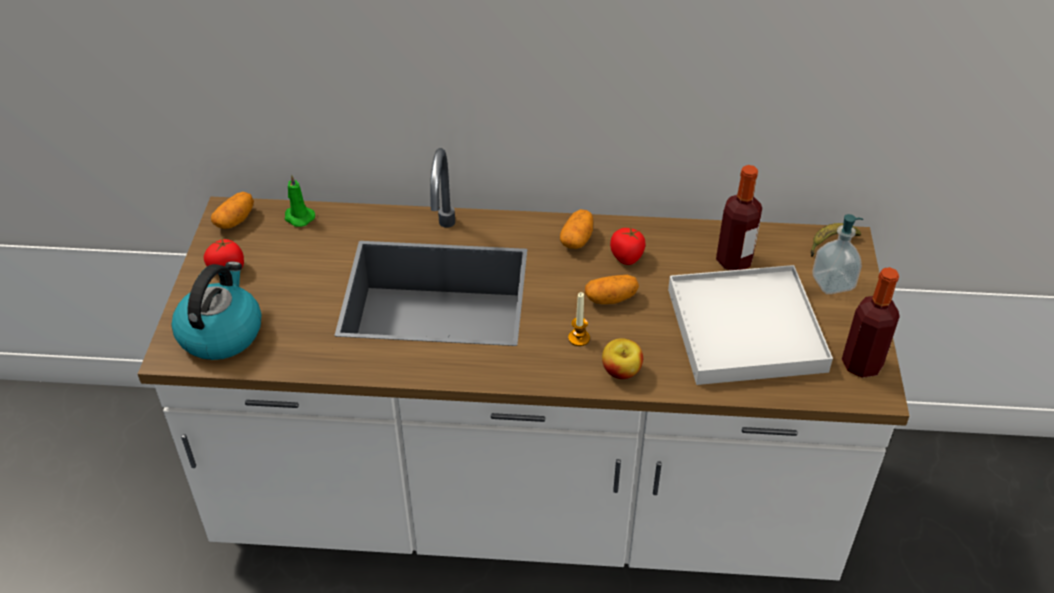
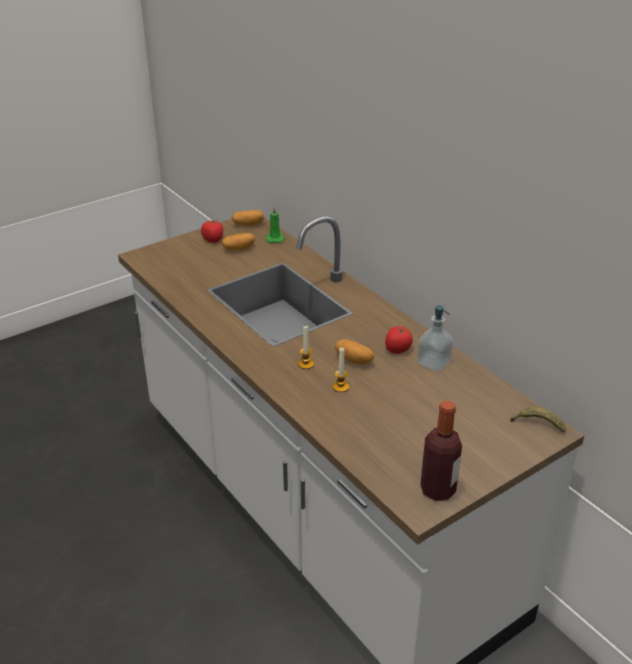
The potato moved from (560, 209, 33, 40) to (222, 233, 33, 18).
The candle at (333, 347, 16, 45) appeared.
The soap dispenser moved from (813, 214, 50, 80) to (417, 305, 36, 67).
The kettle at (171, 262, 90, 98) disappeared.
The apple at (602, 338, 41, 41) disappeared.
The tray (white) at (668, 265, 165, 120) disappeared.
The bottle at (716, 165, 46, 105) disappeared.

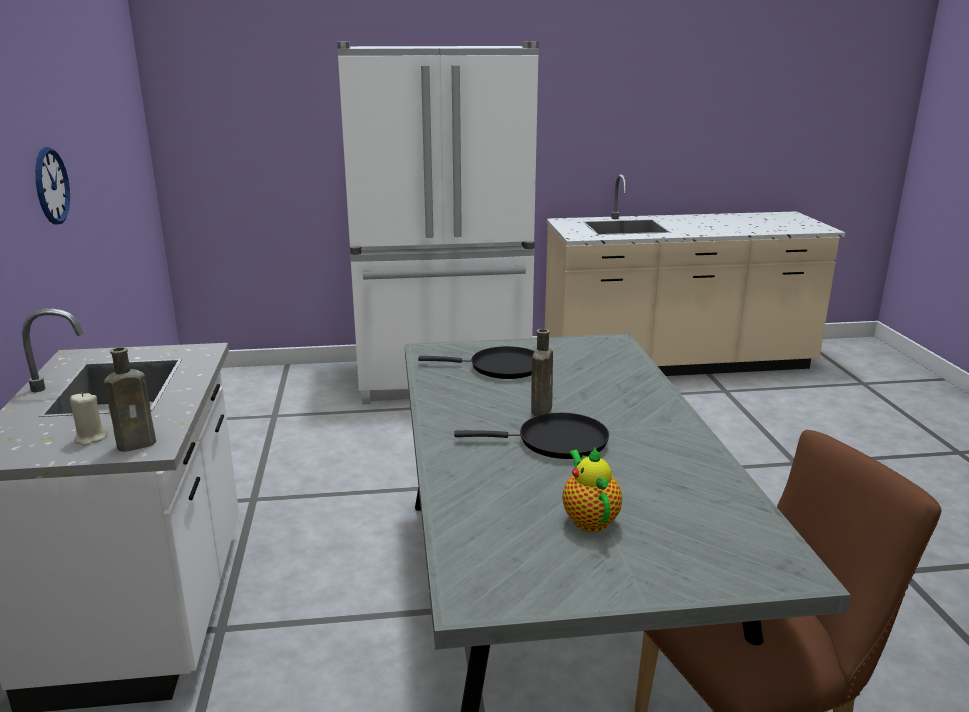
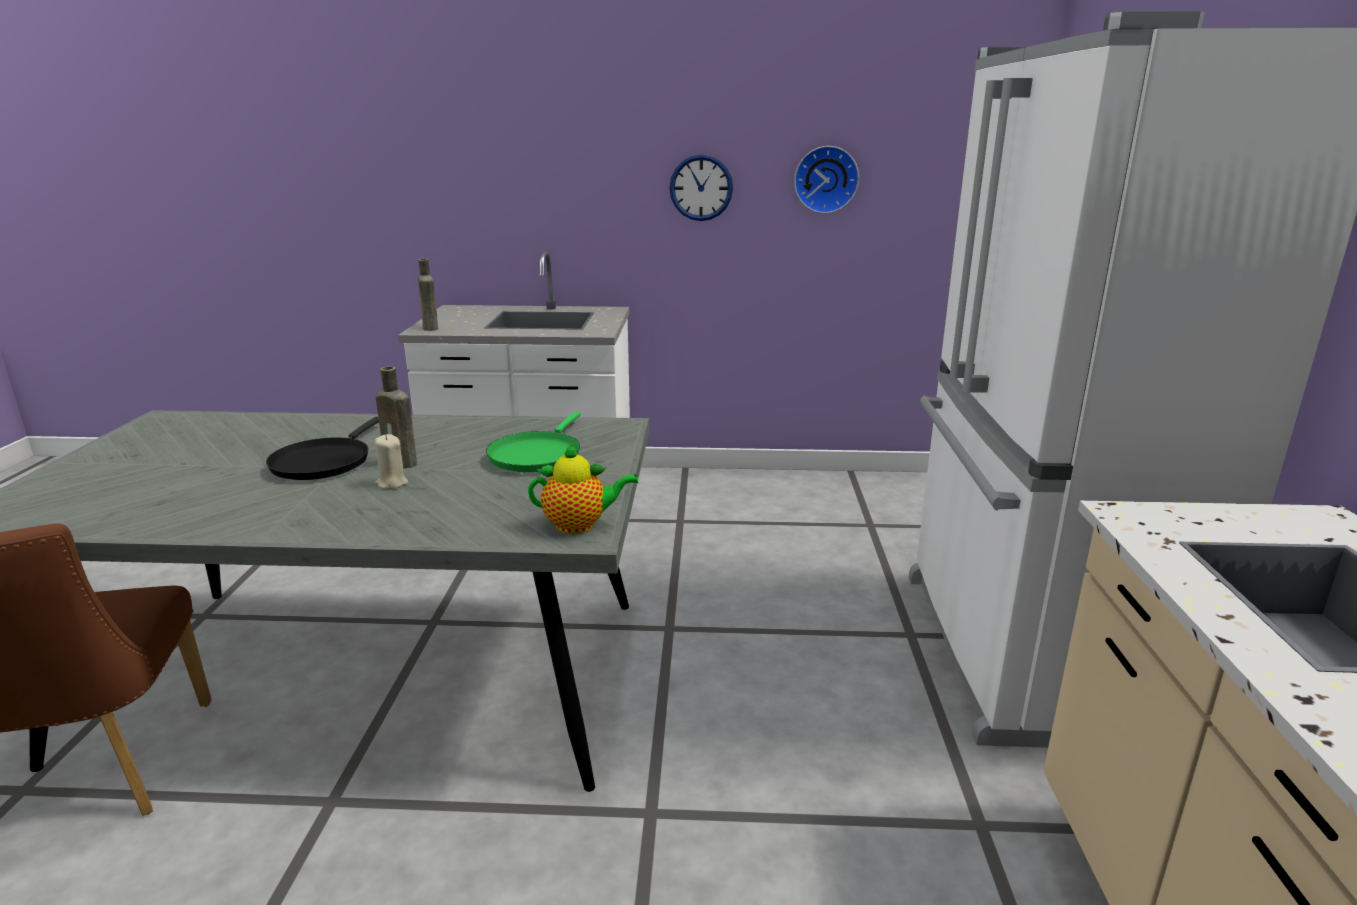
The candle (beige) moved from (70, 392, 38, 54) to (374, 434, 34, 55).
The frying pan (black) at (418, 346, 116, 33) became the frying pan (green) at (486, 412, 95, 60).
The teapot moved from (562, 447, 60, 85) to (528, 444, 110, 90).
The wall clock at (794, 146, 65, 68) appeared.

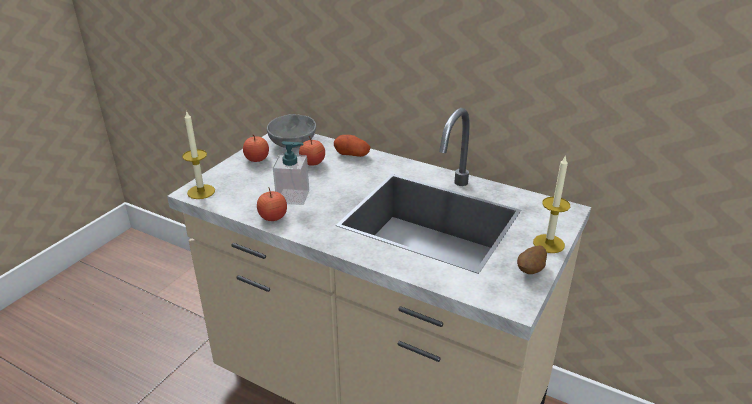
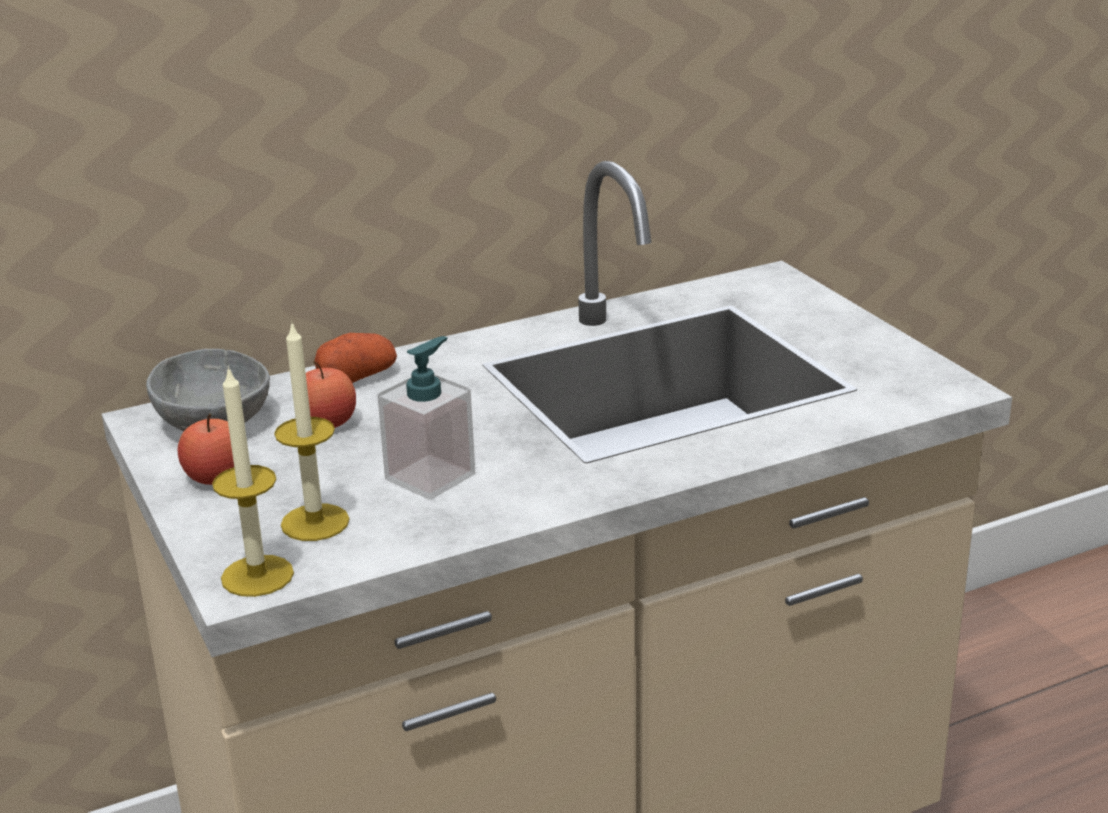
The candle moved from (533, 155, 37, 98) to (274, 321, 75, 220).
The apple at (257, 187, 30, 34) disappeared.
The potato at (517, 246, 30, 28) disappeared.

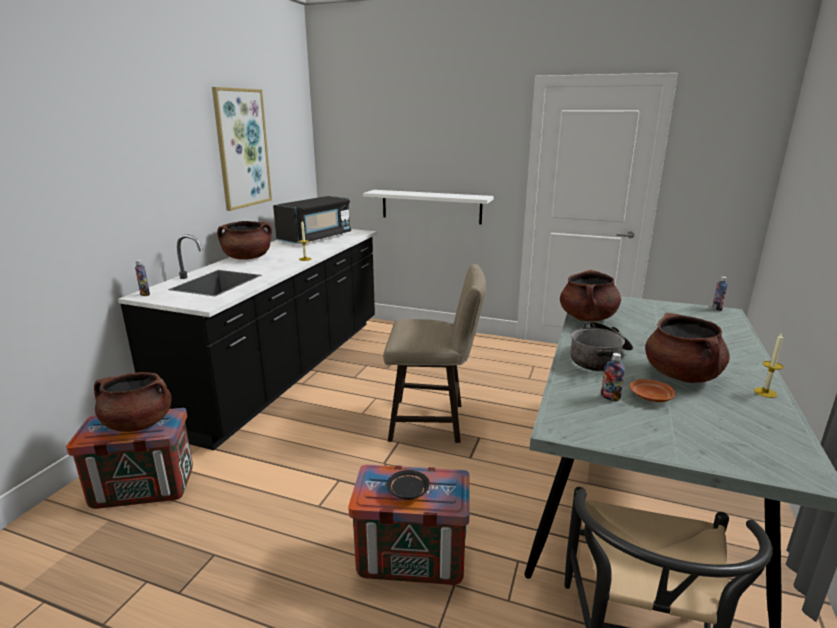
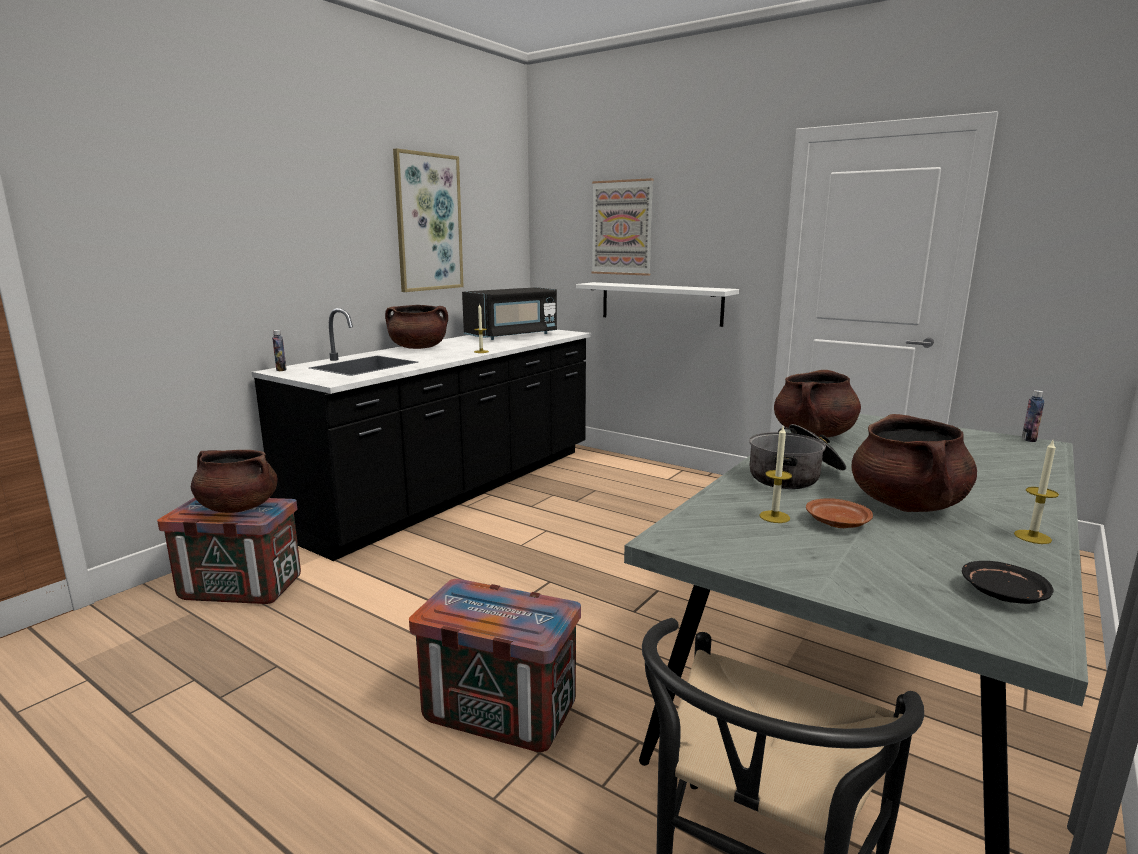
The picture at (592, 178, 62, 98) appeared.
The bottle at (601, 353, 24, 48) was replaced by the candle at (759, 426, 33, 97).
The plate (black) moved from (387, 470, 42, 29) to (962, 561, 91, 43).
The stool (beige) at (383, 264, 103, 179) disappeared.

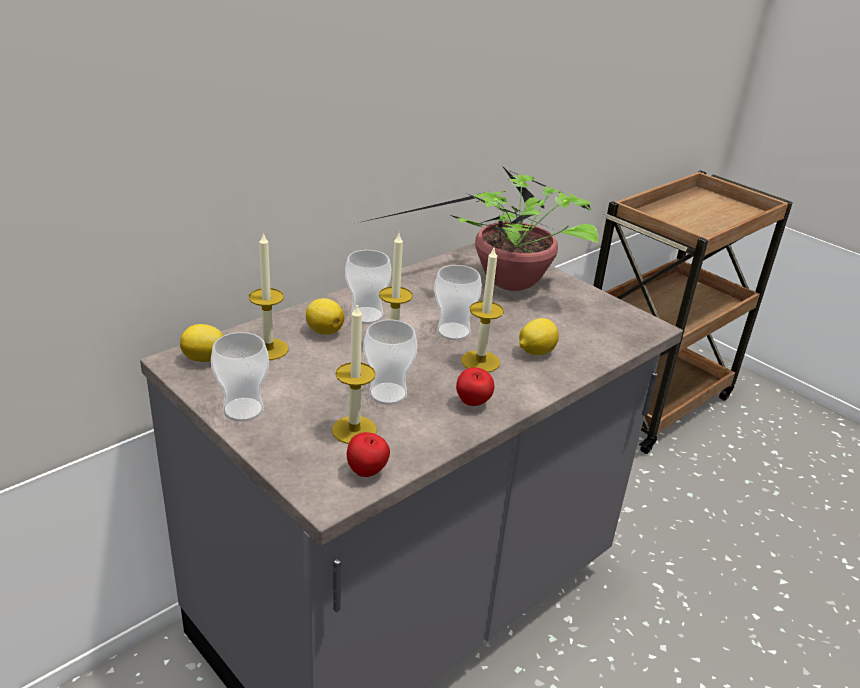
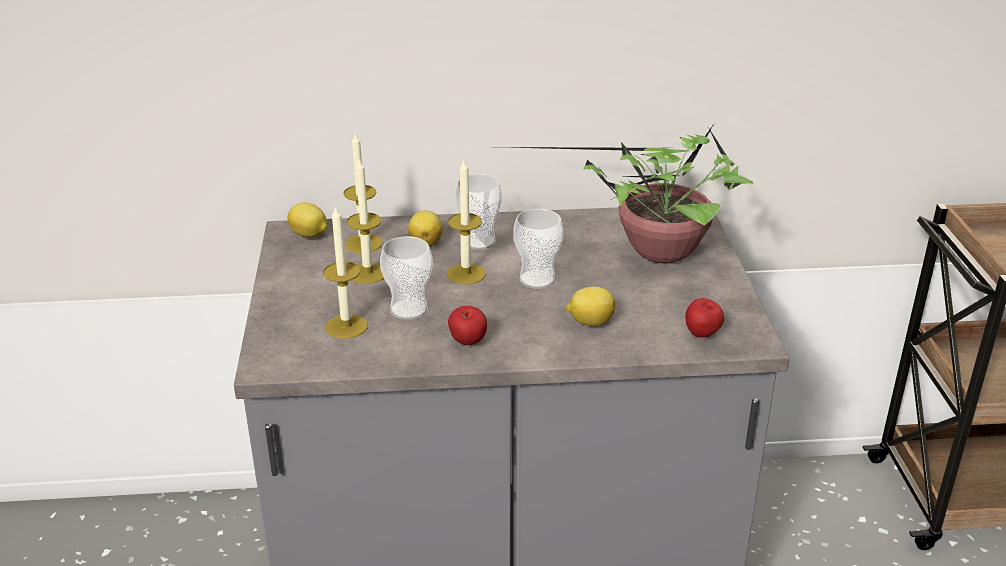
The candle moved from (461, 248, 43, 124) to (347, 158, 37, 126).
The apple moved from (347, 432, 43, 45) to (685, 298, 39, 40).
The cup at (211, 332, 58, 90) disappeared.

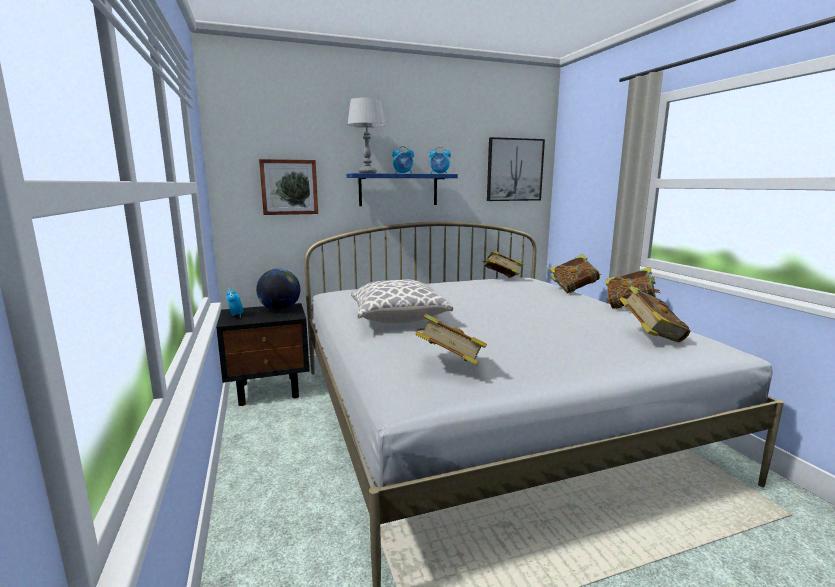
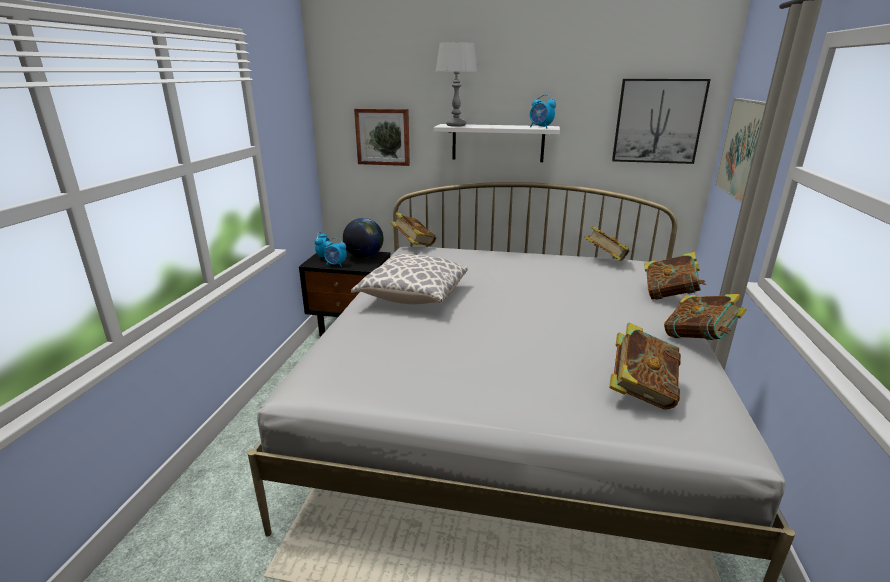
The alarm clock moved from (392, 146, 22, 28) to (324, 238, 23, 29).
The book moved from (415, 314, 72, 51) to (390, 212, 46, 34).
The shelf (blue) at (347, 173, 111, 33) became the shelf (white) at (434, 124, 126, 38).
The picture at (715, 98, 51, 105) appeared.

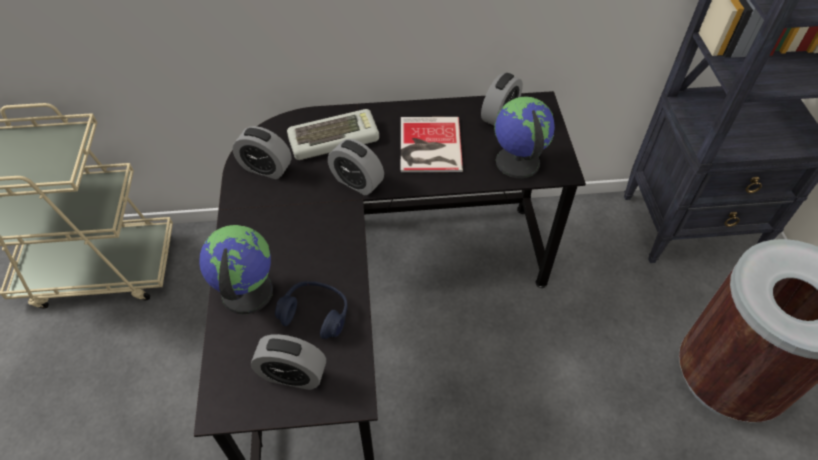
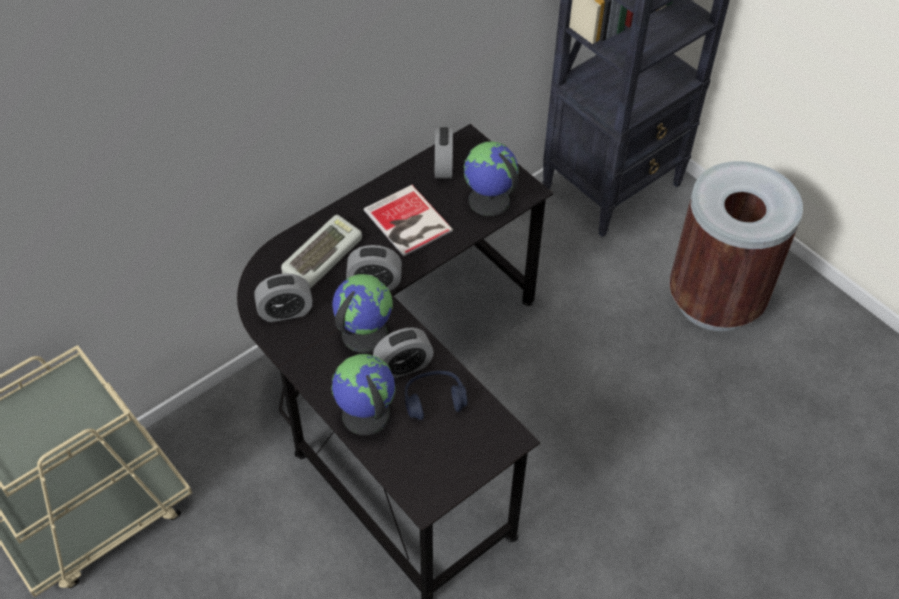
The globe at (332, 274, 61, 79) appeared.
The alarm clock moved from (251, 334, 75, 56) to (373, 327, 61, 52).

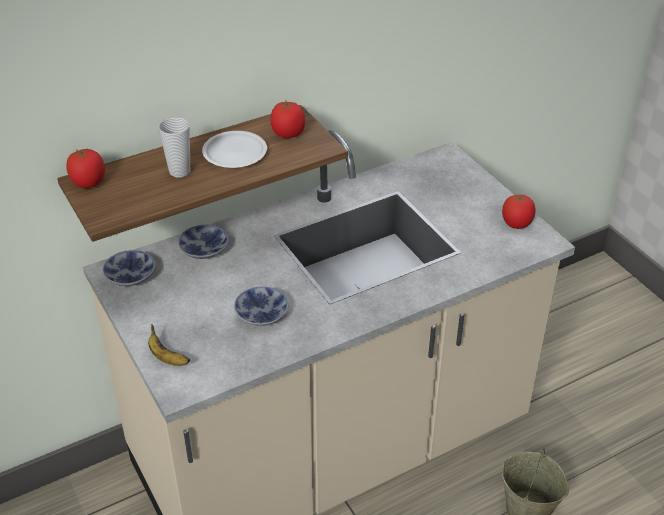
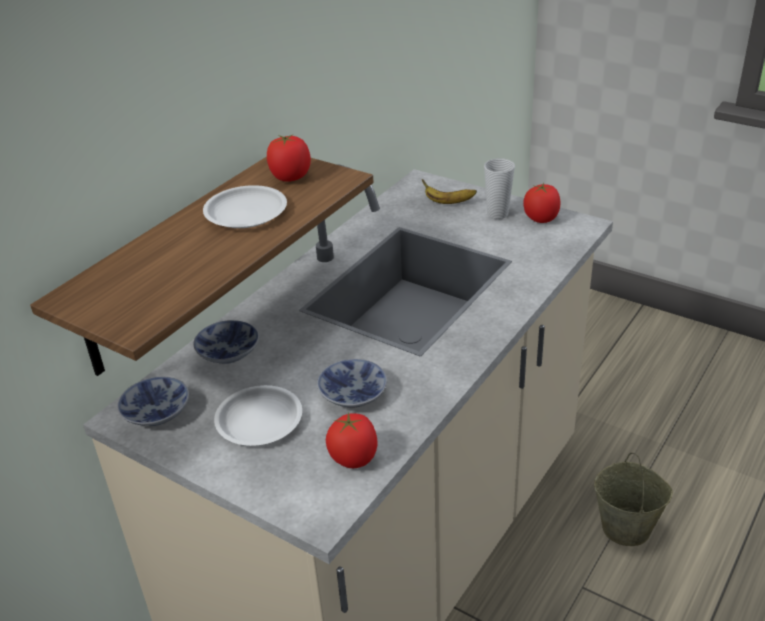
The plate (white) at (214, 385, 88, 61) appeared.
The tomato moved from (66, 147, 39, 41) to (326, 412, 52, 56).
The banana moved from (148, 324, 42, 42) to (422, 179, 55, 25).
The cup moved from (158, 117, 32, 61) to (484, 158, 31, 61).

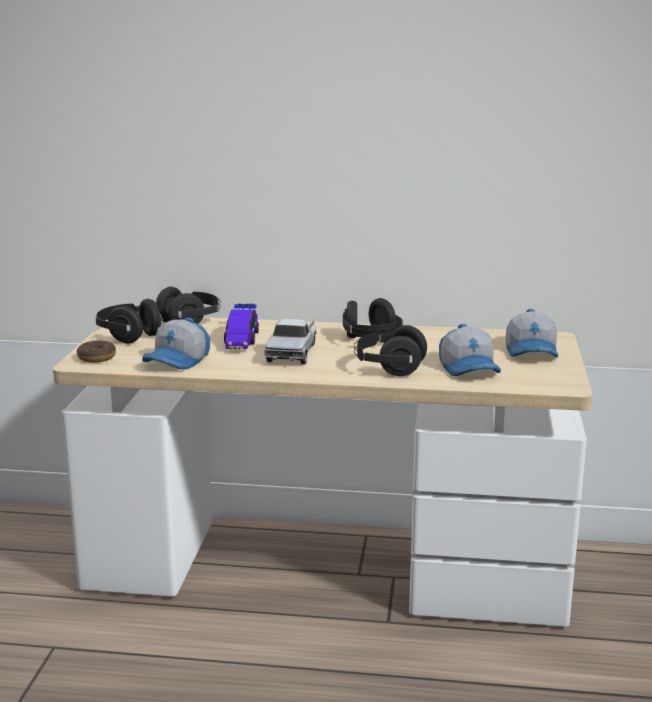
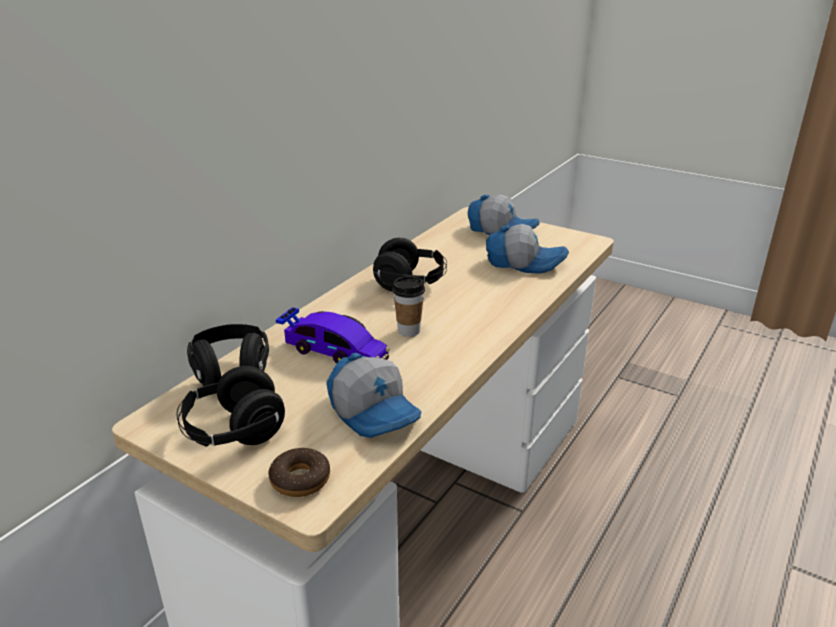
The toy truck at (264, 317, 52, 47) was replaced by the cup at (393, 276, 32, 61).
The headphones (black) at (354, 325, 73, 51) disappeared.

